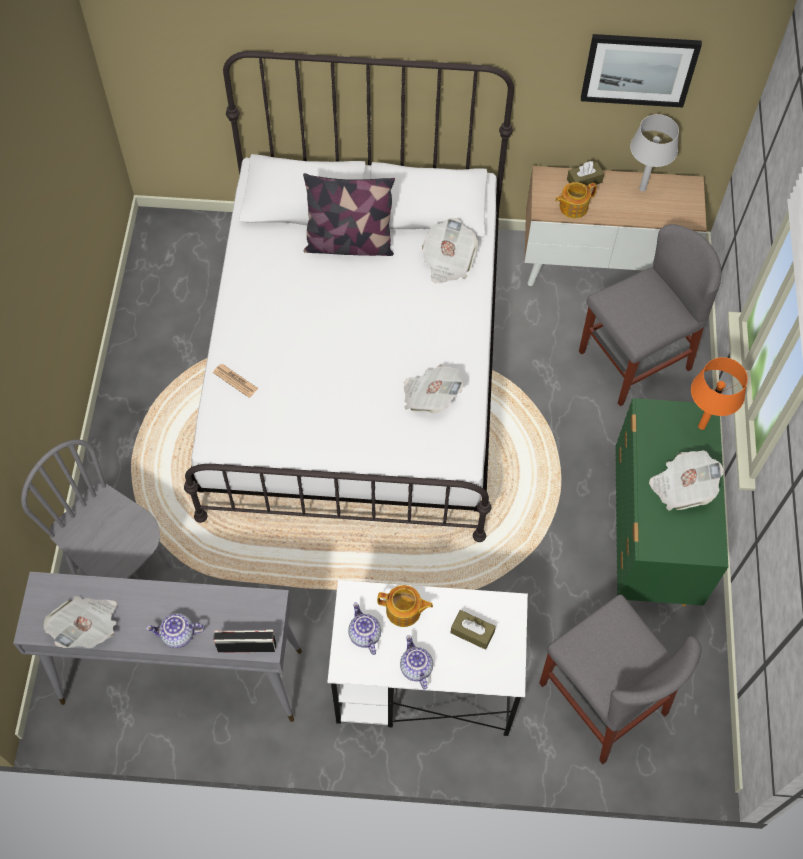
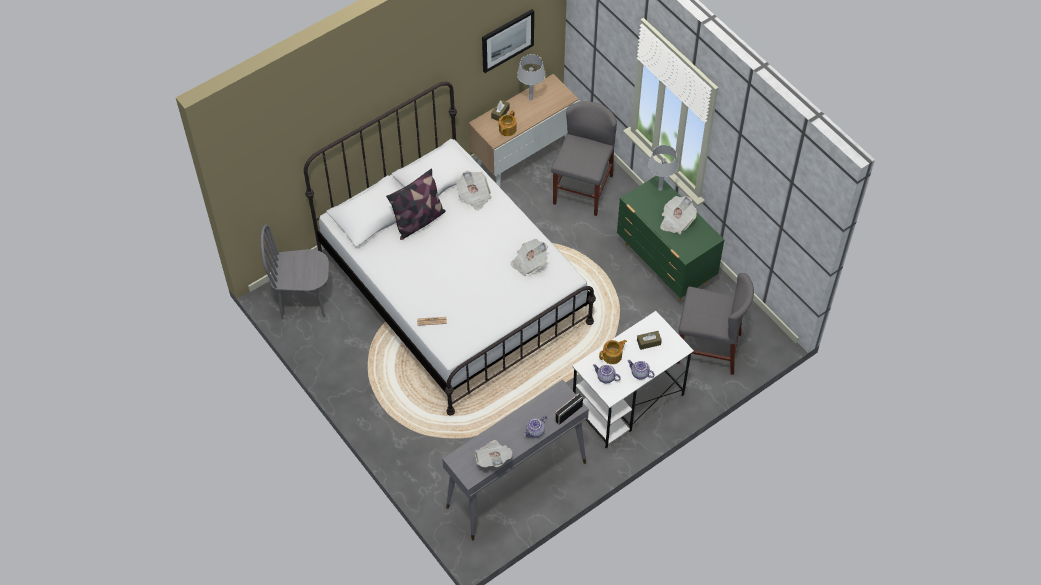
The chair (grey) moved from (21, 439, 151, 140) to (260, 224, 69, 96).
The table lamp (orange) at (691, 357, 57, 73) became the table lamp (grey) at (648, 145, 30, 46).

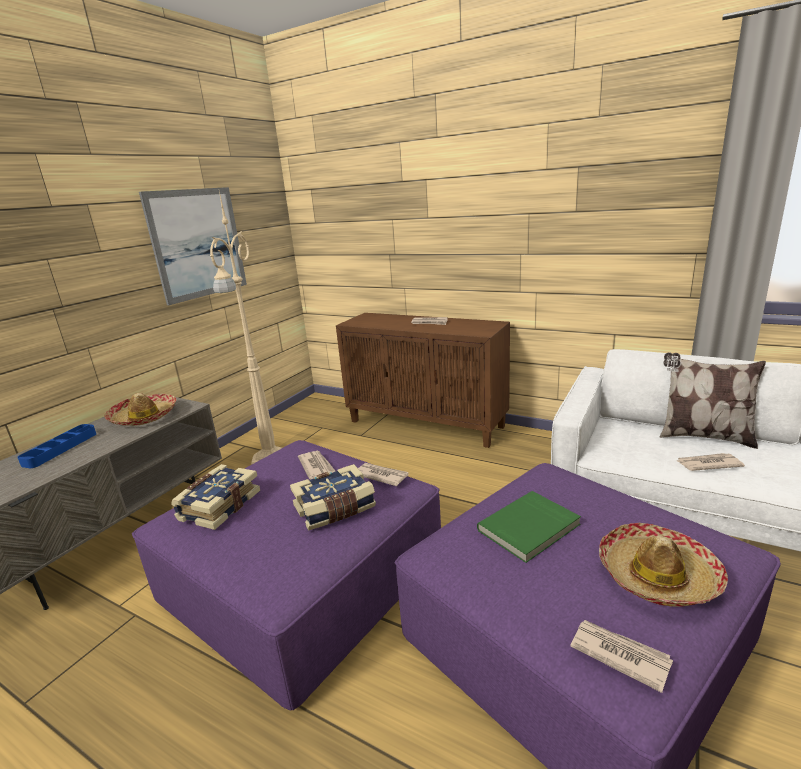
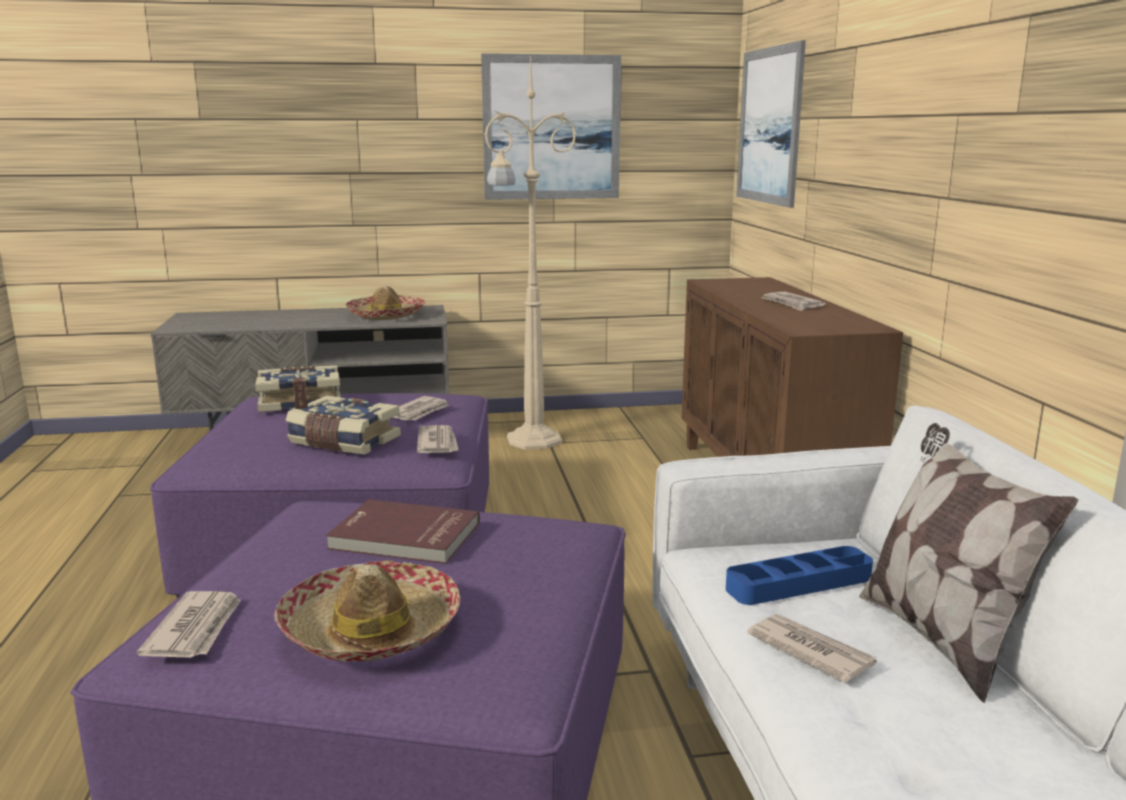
The book (green) at (477, 491, 104, 72) became the book (red) at (326, 499, 154, 65).
The tray (blue) moved from (17, 424, 79, 44) to (726, 546, 147, 59).
The picture at (736, 40, 70, 168) appeared.

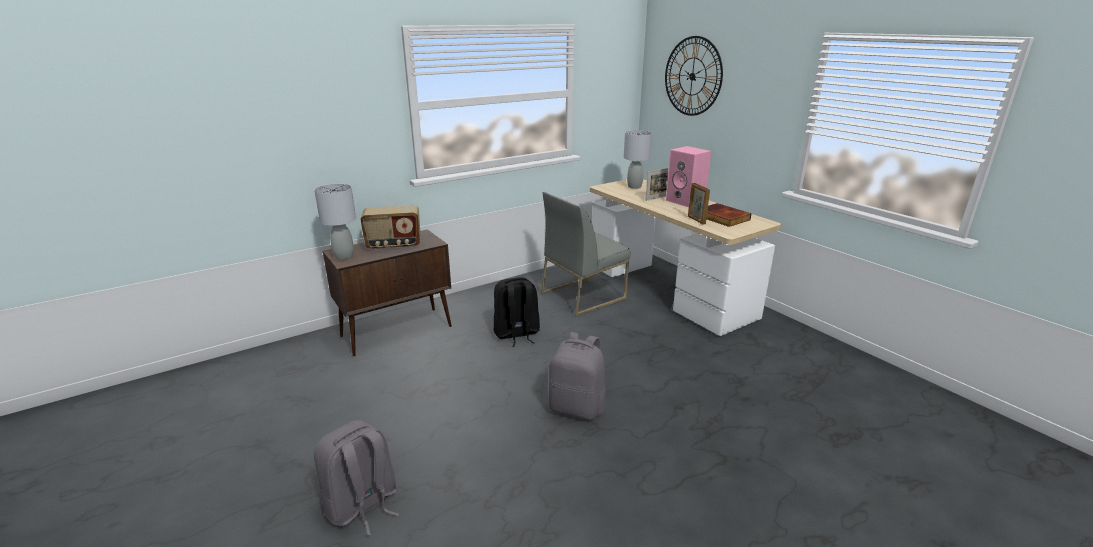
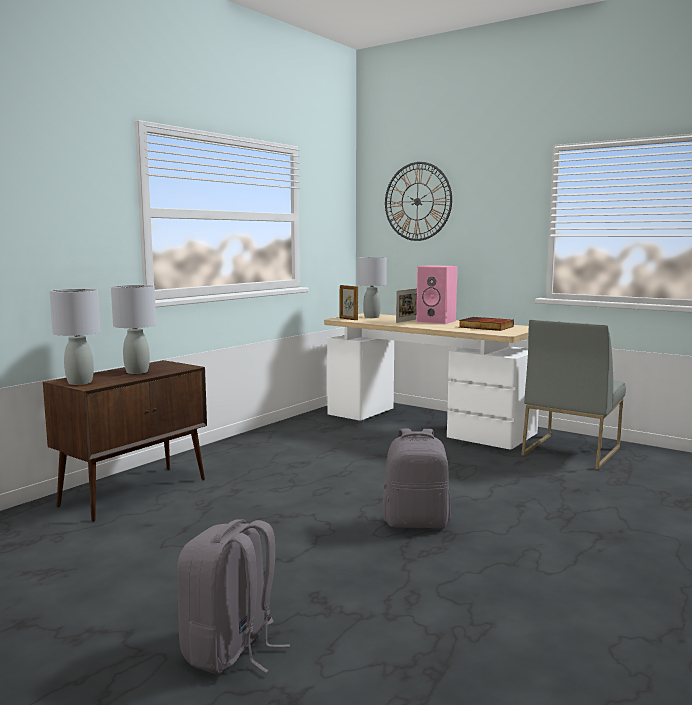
The radio at (360, 205, 60, 45) was replaced by the table lamp (grey) at (111, 285, 45, 89).
The picture frame moved from (688, 183, 22, 42) to (339, 285, 19, 35).
The chair (grey) moved from (541, 192, 89, 124) to (521, 320, 105, 150).
The backpack (black) at (494, 277, 46, 70) disappeared.

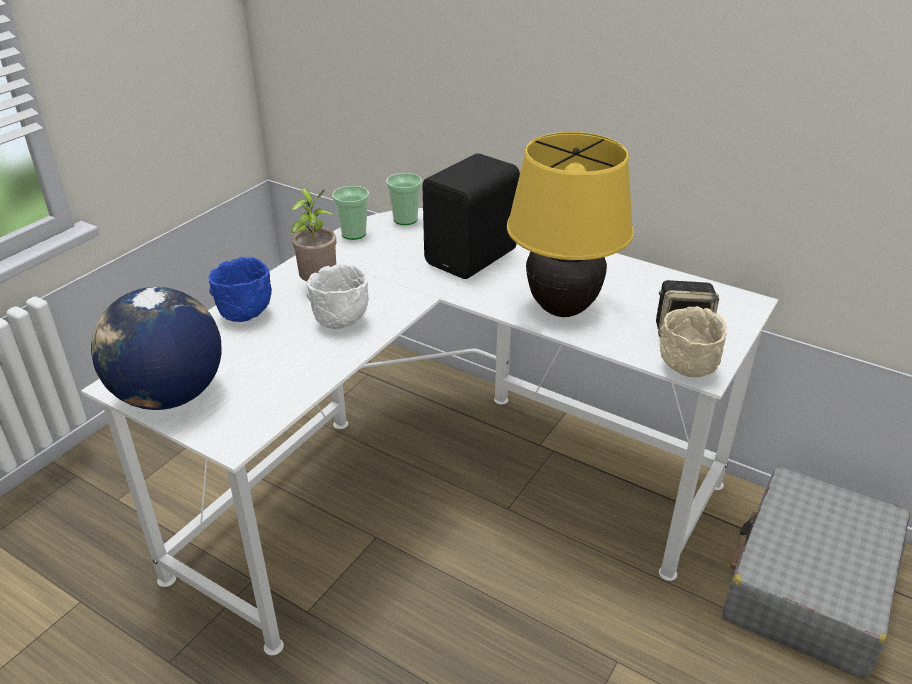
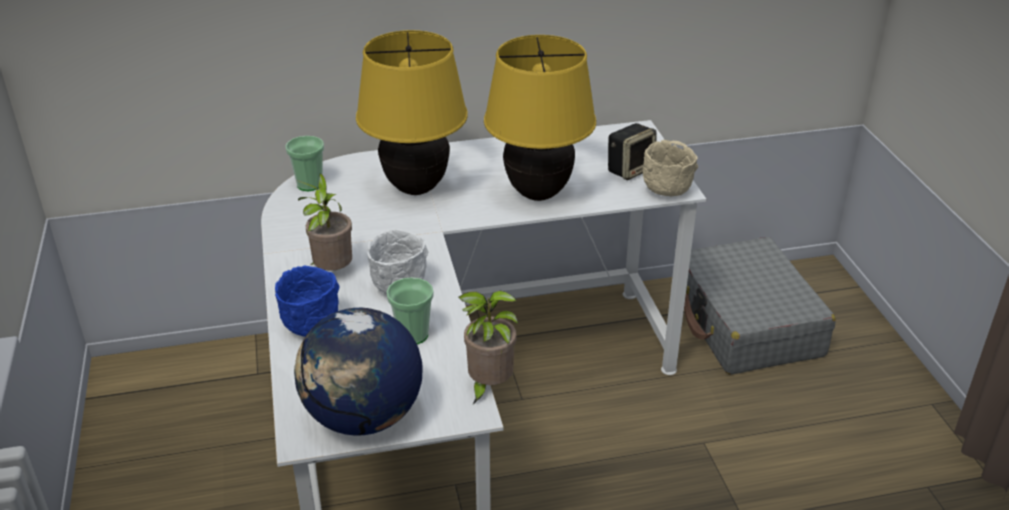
The speaker (black) at (422, 153, 98, 126) was replaced by the table lamp (yellow) at (356, 30, 112, 165).
The cup moved from (332, 186, 37, 54) to (386, 277, 48, 68).
The potted plant at (459, 291, 59, 113) appeared.

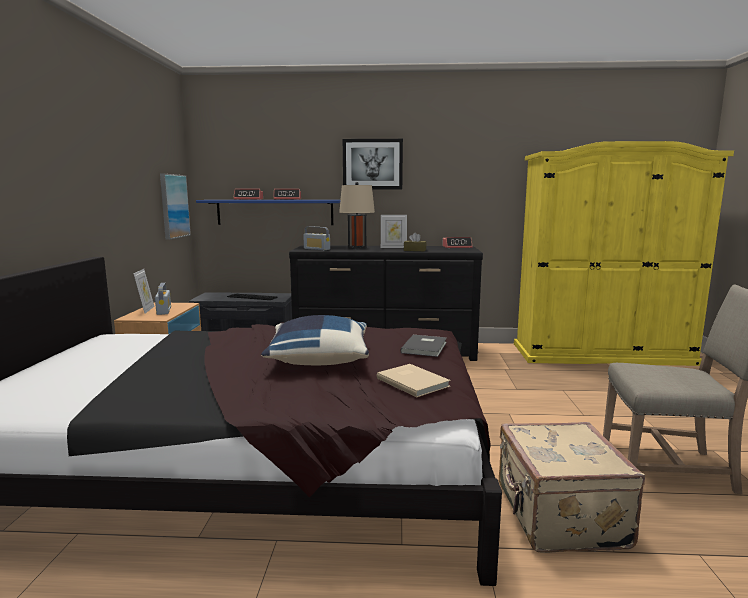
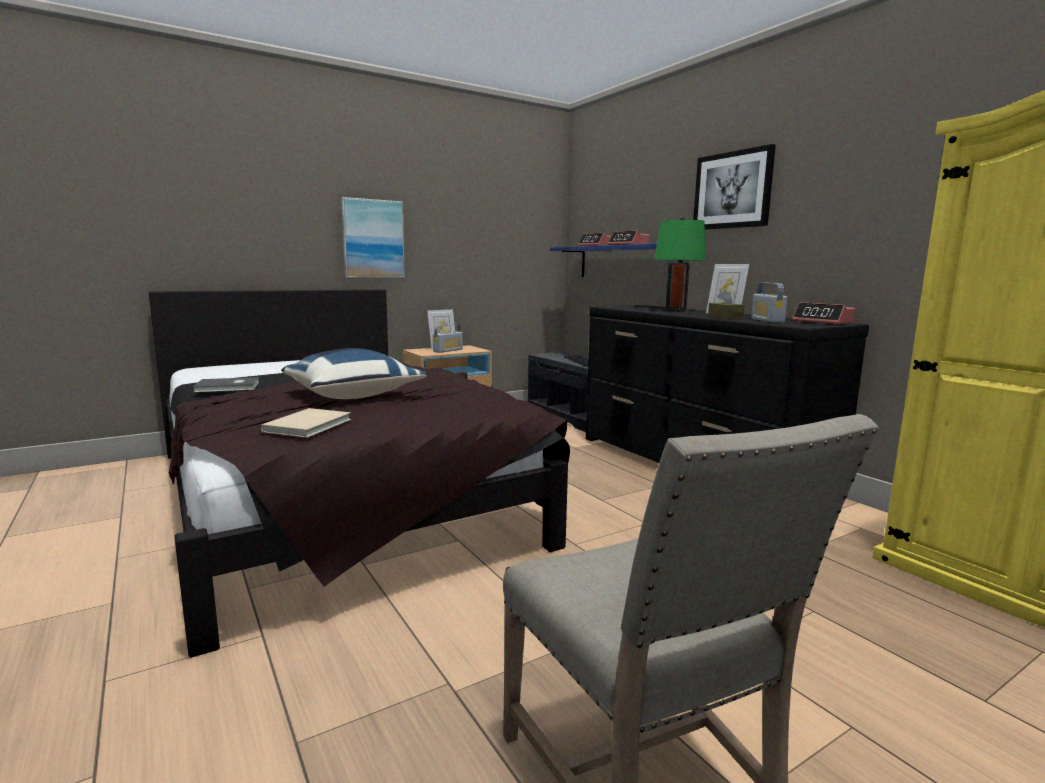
The book (grey) moved from (400, 335, 47, 22) to (193, 377, 66, 16).
The picture moved from (160, 174, 31, 66) to (341, 197, 64, 81).
The table lamp (beige) at (339, 182, 36, 67) became the table lamp (green) at (654, 216, 52, 96).
The radio moved from (303, 226, 27, 24) to (751, 283, 36, 40).
The suitcase (beige) at (499, 422, 146, 131) disappeared.

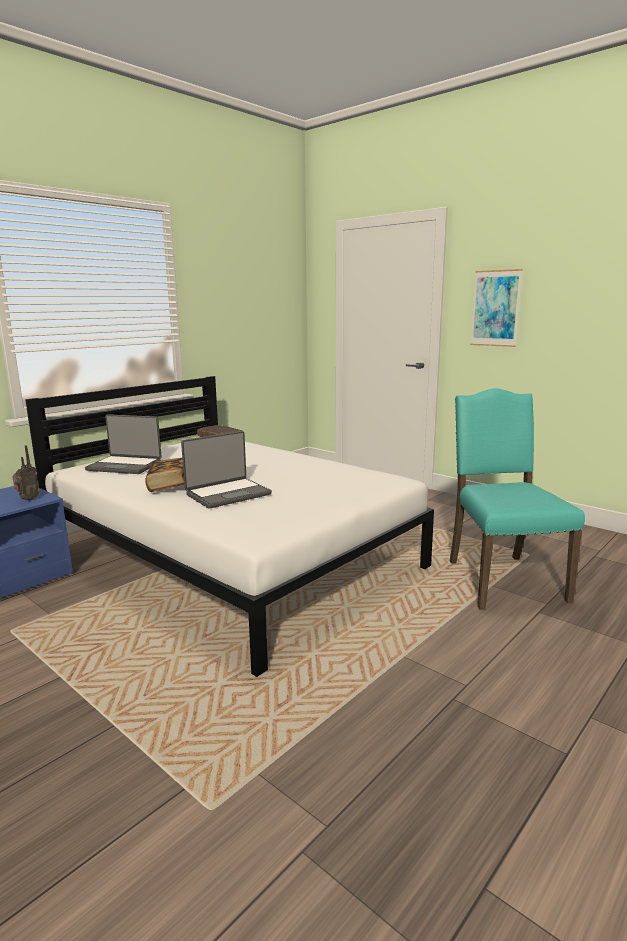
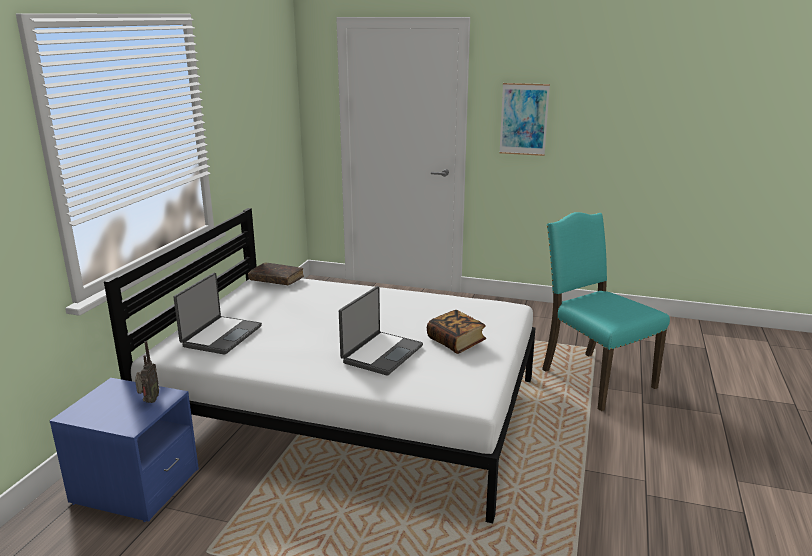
The laptop at (85, 414, 77, 60) turned 60 degrees counterclockwise.
The book moved from (145, 458, 39, 34) to (427, 310, 59, 44).

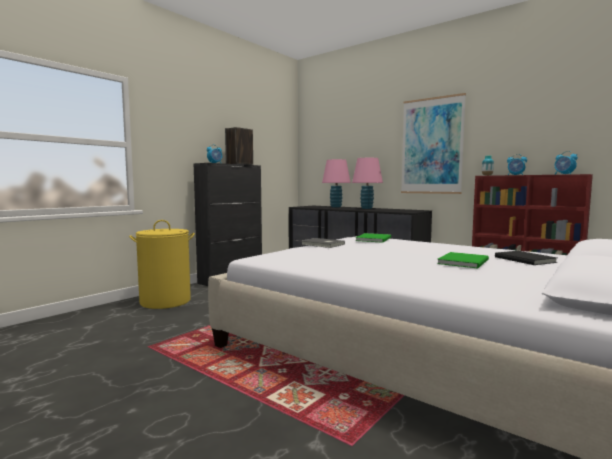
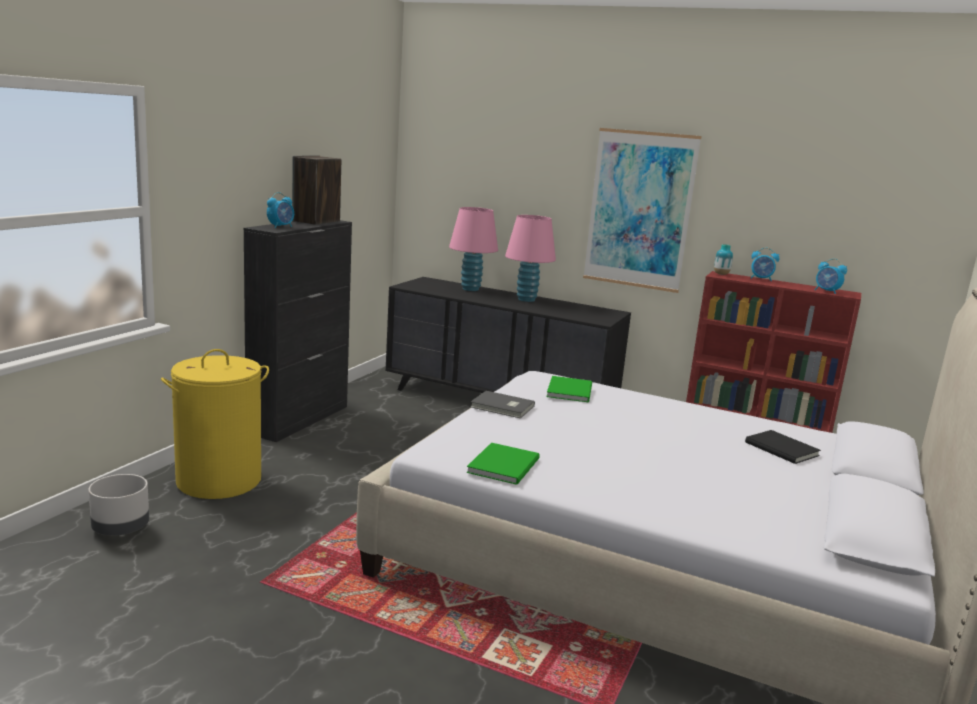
The planter (grey) at (88, 474, 61, 61) appeared.
The book (green) moved from (437, 252, 52, 17) to (467, 442, 73, 43).

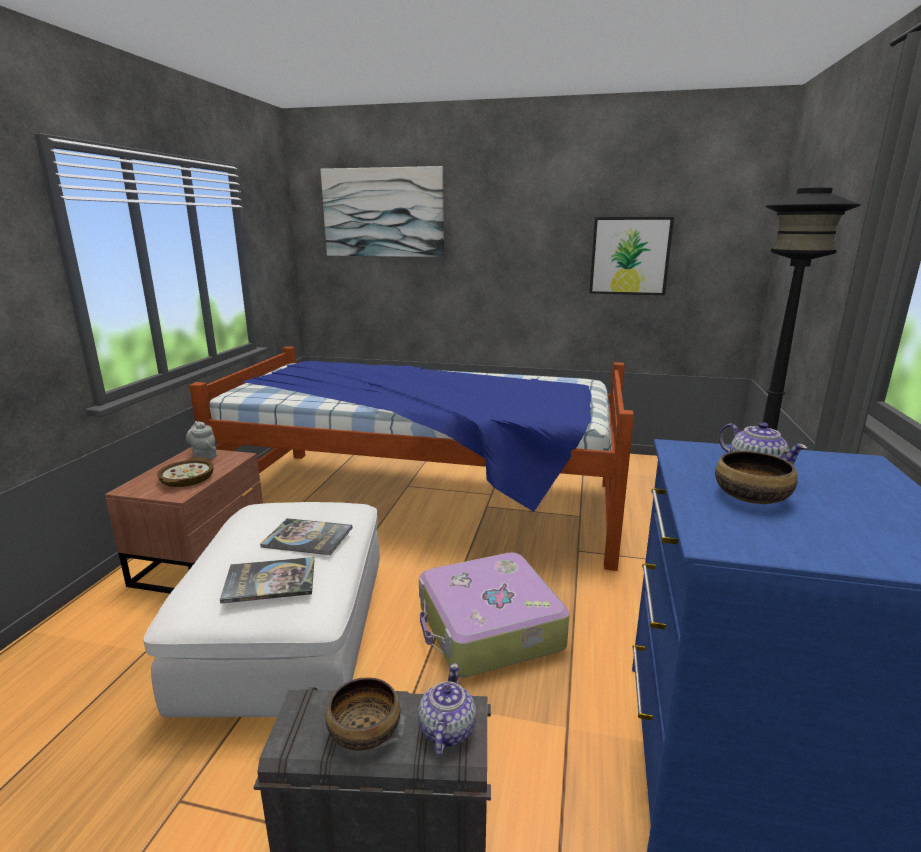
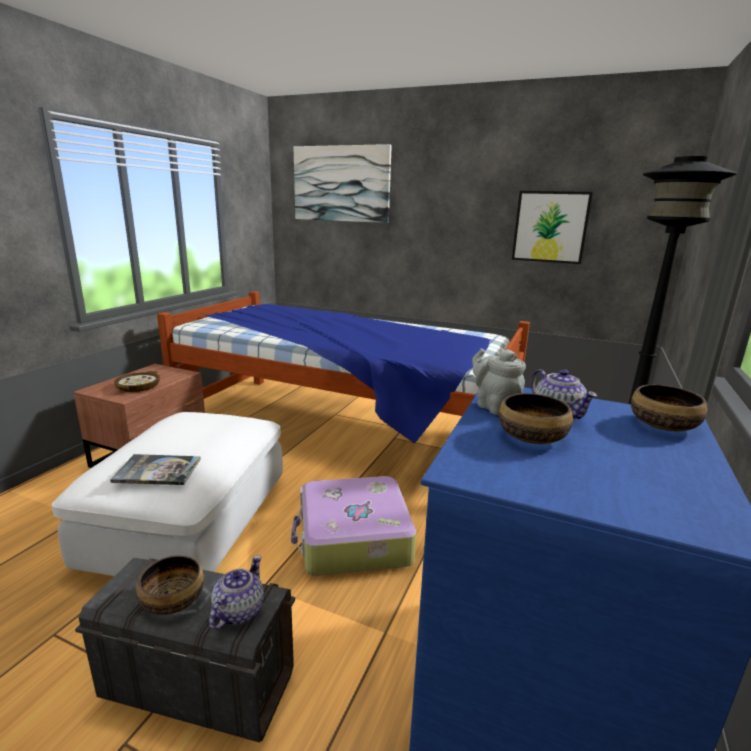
The teapot (grey) moved from (186, 421, 31, 38) to (472, 348, 54, 67).
The bowl at (631, 384, 76, 47) appeared.
The book at (260, 518, 93, 37) disappeared.

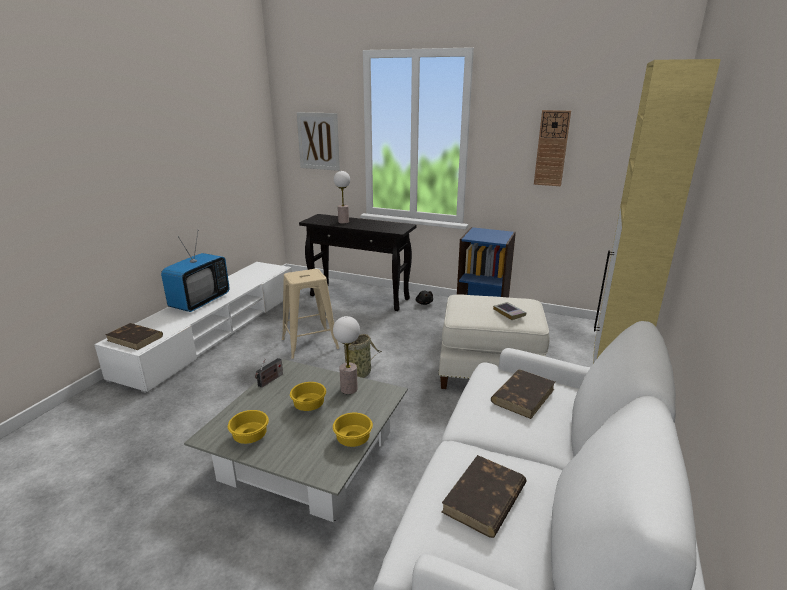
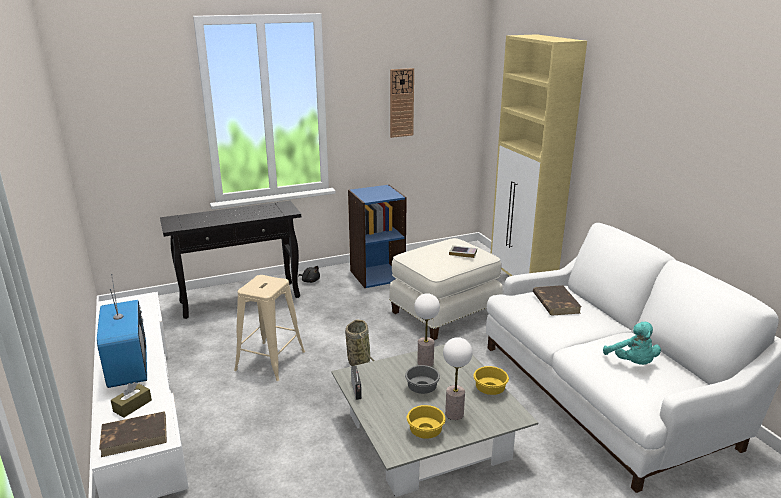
The tissue box (brown) at (111, 382, 41, 36) appeared.
The bowl (yellow) at (290, 382, 36, 29) became the bowl (grey) at (405, 365, 35, 29).
The table lamp moved from (334, 171, 16, 53) to (443, 337, 29, 83).
The book (brown) at (441, 455, 85, 83) was replaced by the plush toy (turquoise) at (603, 322, 58, 43).
The picture at (296, 112, 44, 59) disappeared.

